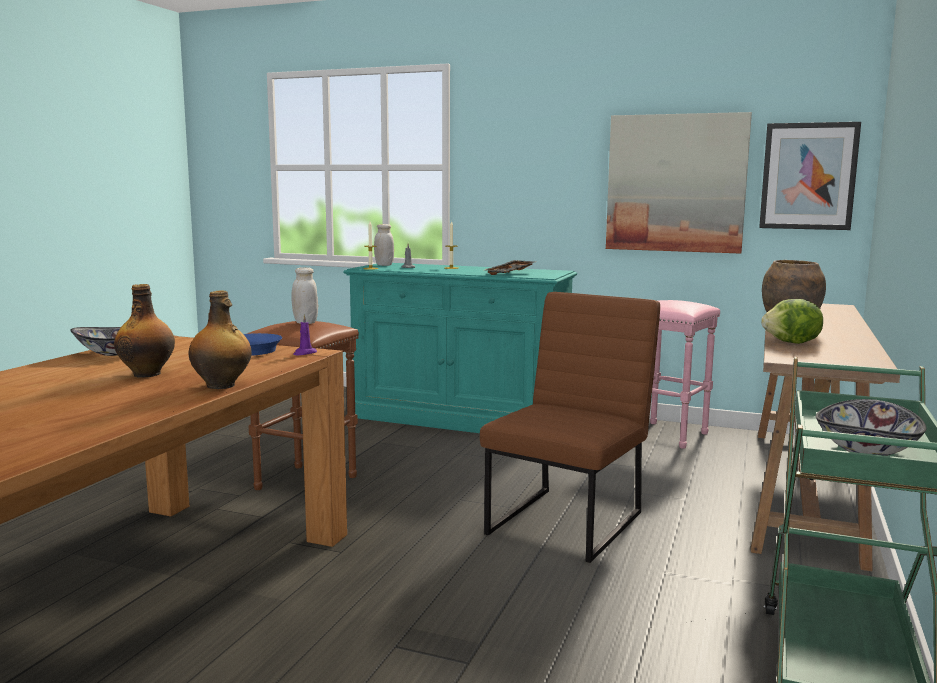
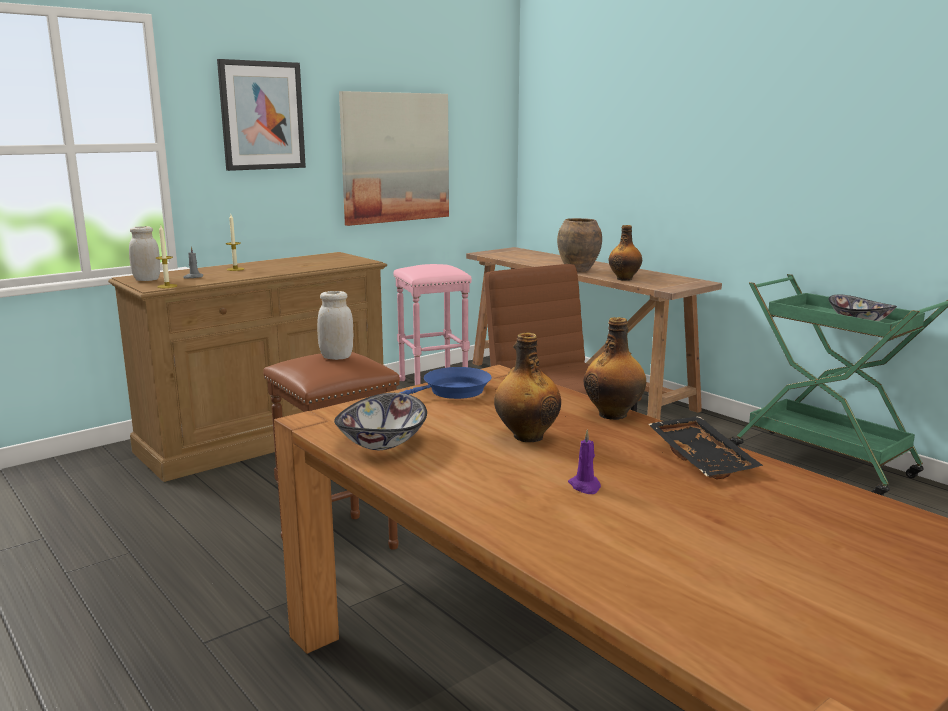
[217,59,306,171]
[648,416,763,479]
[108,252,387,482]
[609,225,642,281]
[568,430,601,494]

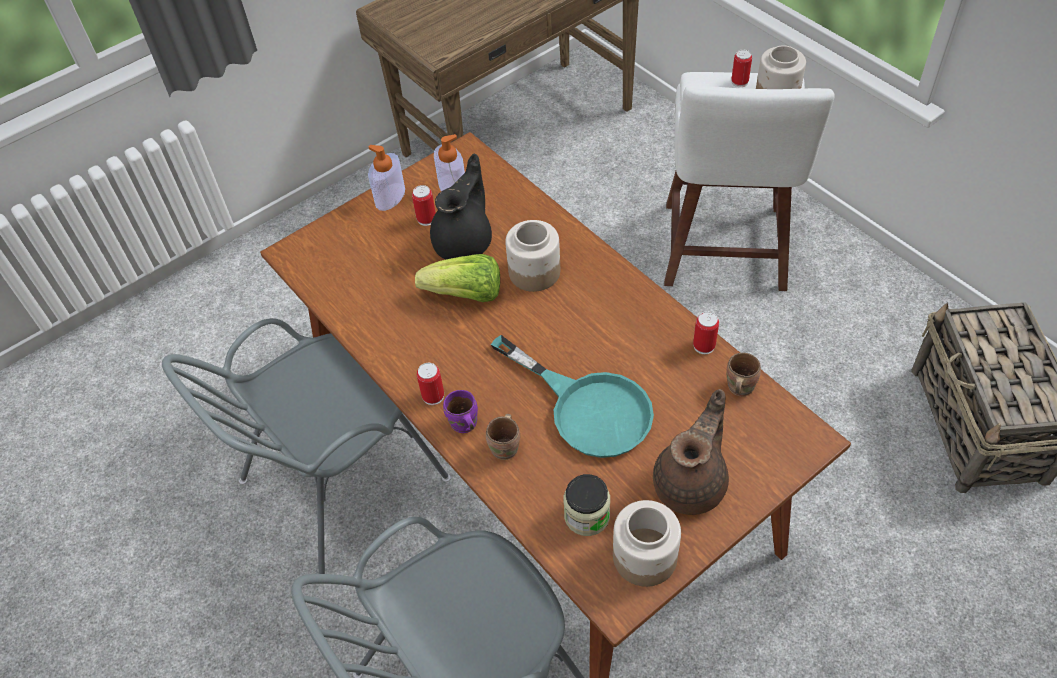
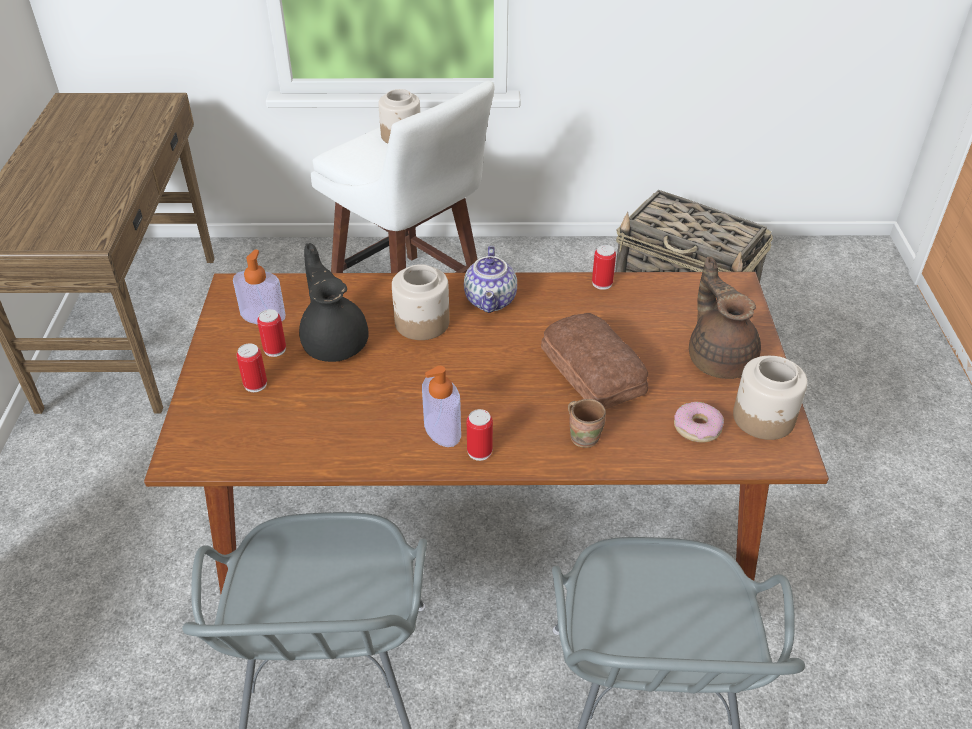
[237,343,267,392]
[422,366,461,447]
[415,254,500,302] (first image)
[541,313,648,409]
[726,353,761,396] (first image)
[443,390,478,433] (first image)
[674,401,724,443]
[464,246,517,313]

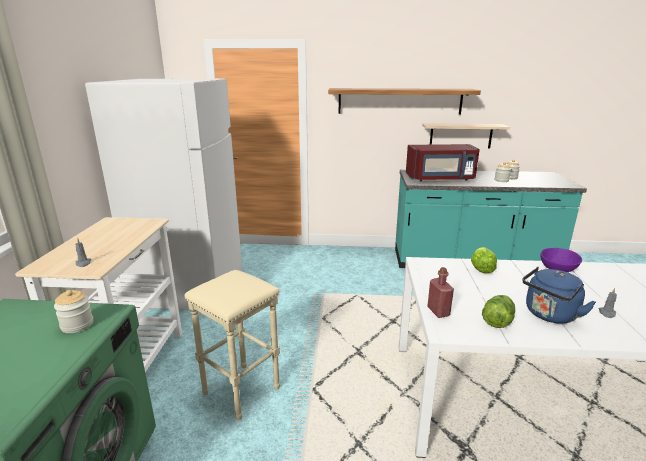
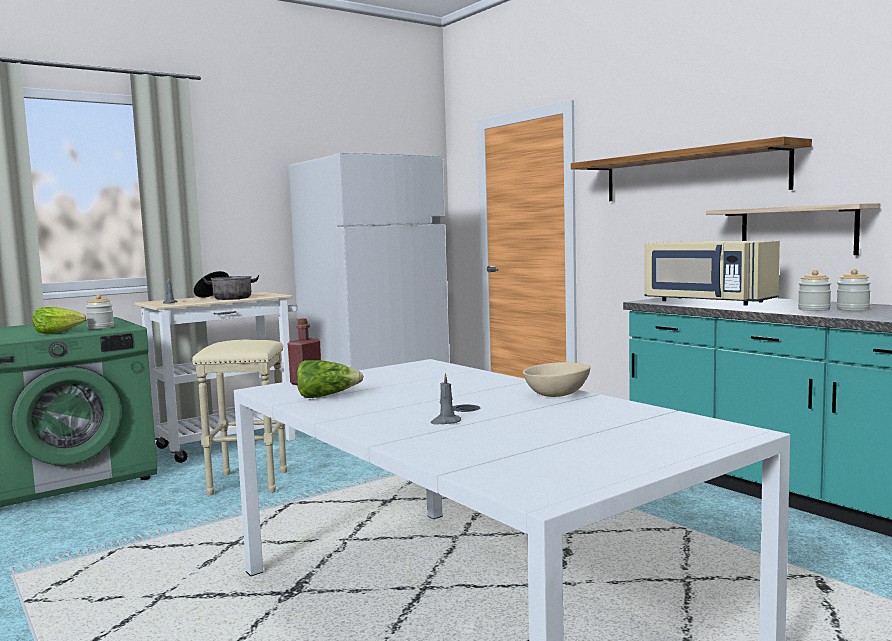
[644,241,780,306]
[33,307,86,334]
[523,362,590,397]
[522,267,596,324] (first image)
[193,271,260,300]

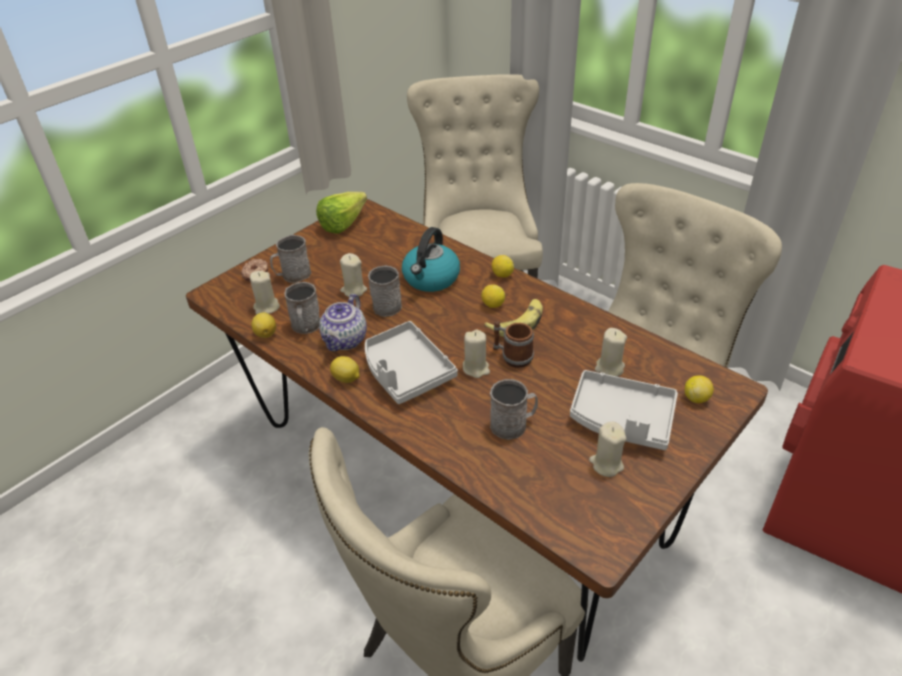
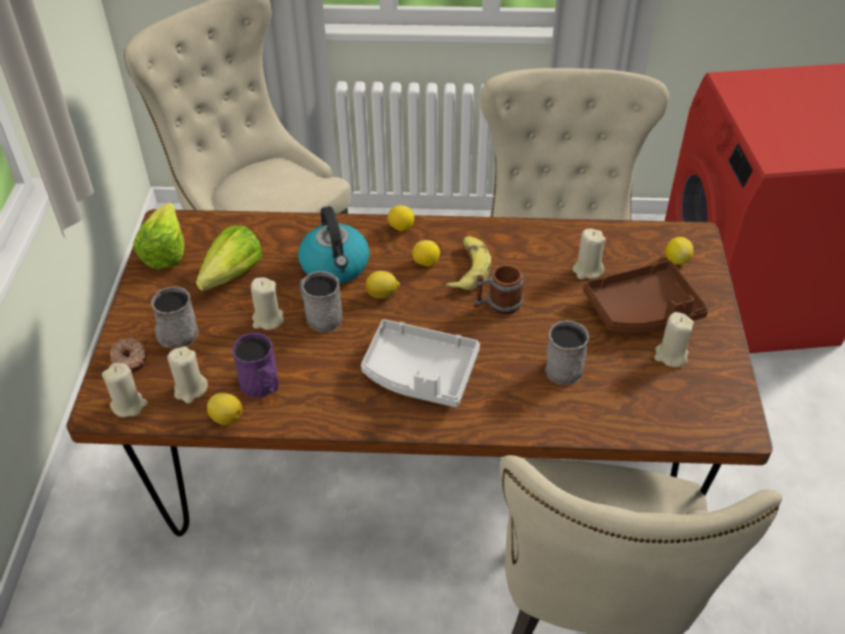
[232,333,279,398]
[319,294,367,351] (first image)
[102,363,148,417]
[366,271,400,298]
[583,260,708,333]
[196,226,262,291]

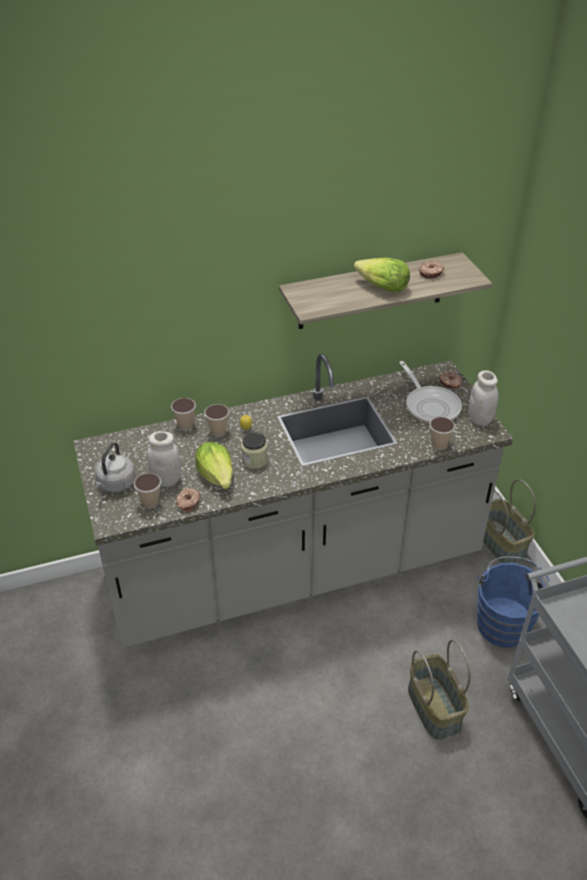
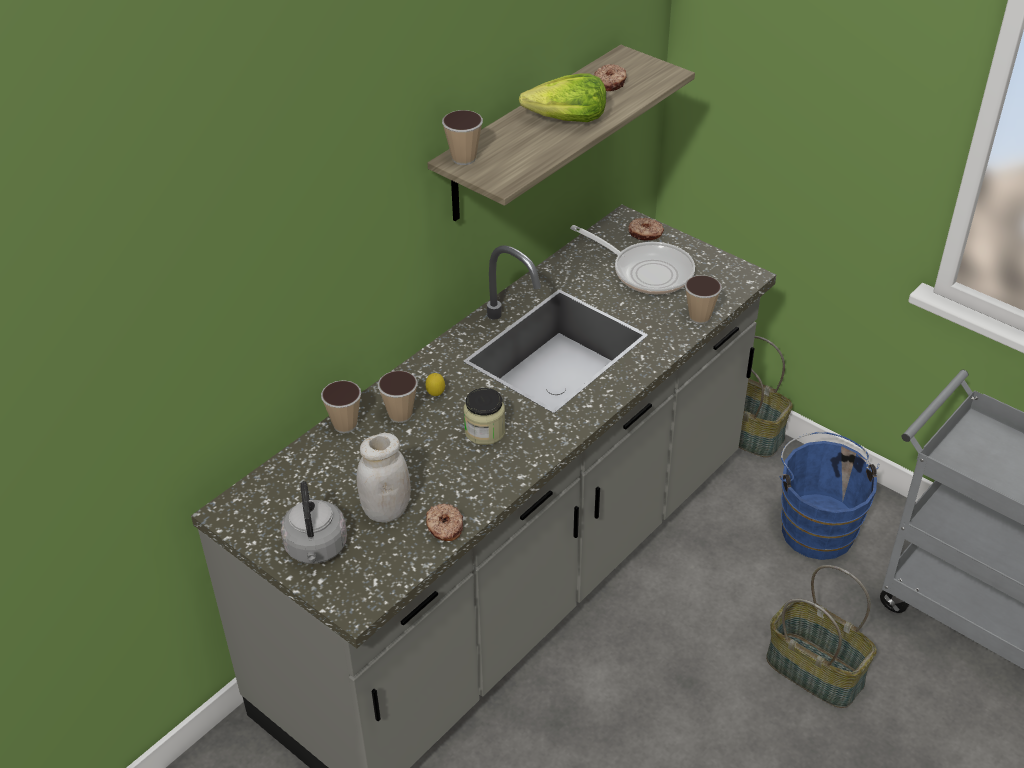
[469,370,498,426] (first image)
[195,442,233,489] (first image)
[442,110,483,165]

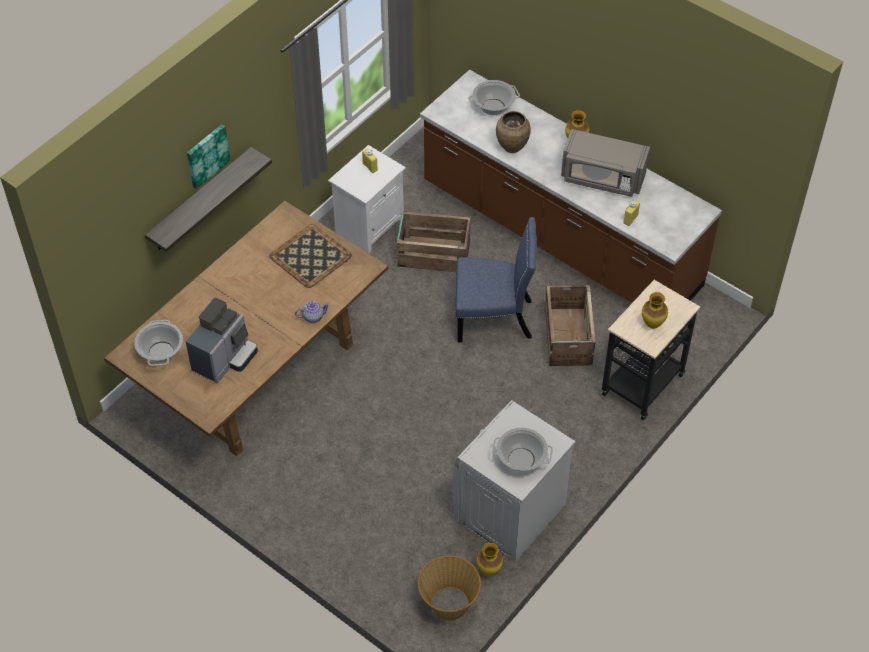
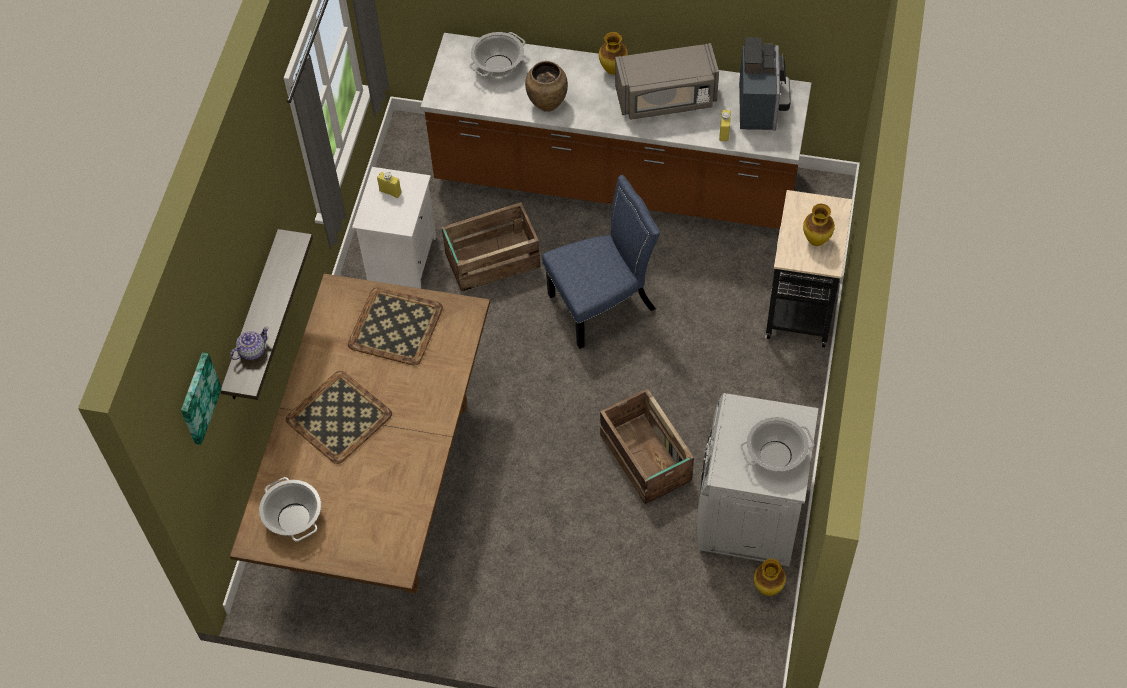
[181,352,222,445]
[600,388,694,504]
[739,38,791,131]
[230,327,269,360]
[418,556,481,621] (first image)
[286,371,392,464]

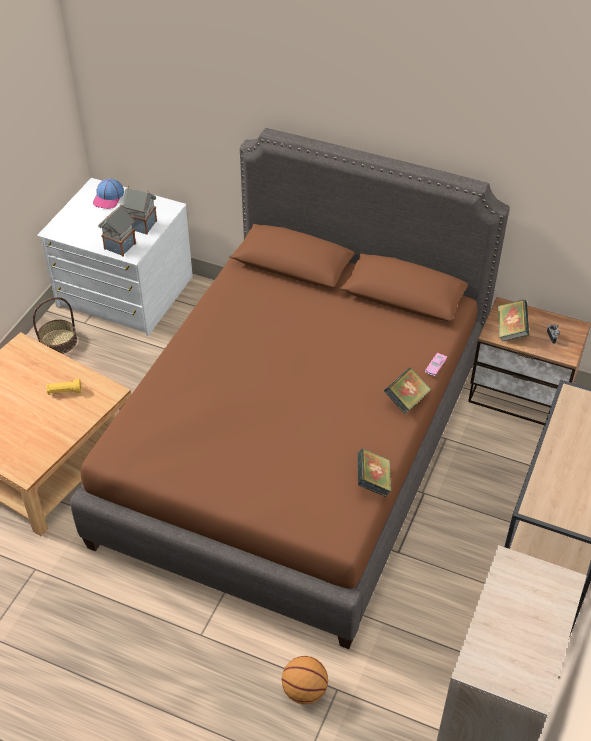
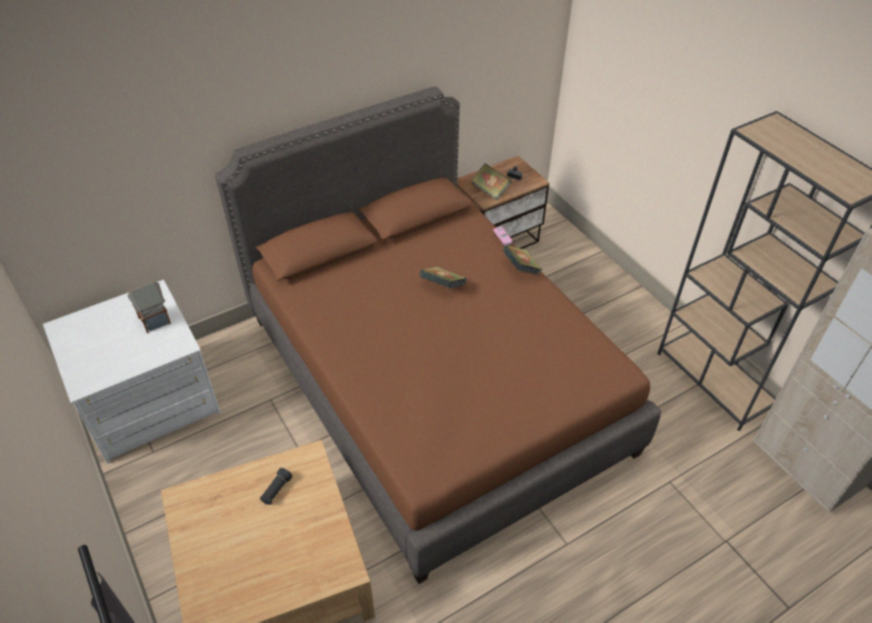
[93,179,124,209] (first image)
[98,204,136,257] (first image)
[33,297,77,354] (first image)
[260,468,292,505]
[419,267,467,288]
[282,656,328,704] (first image)

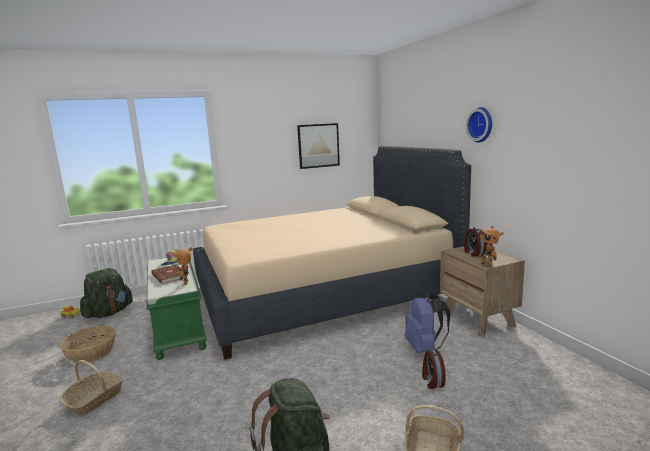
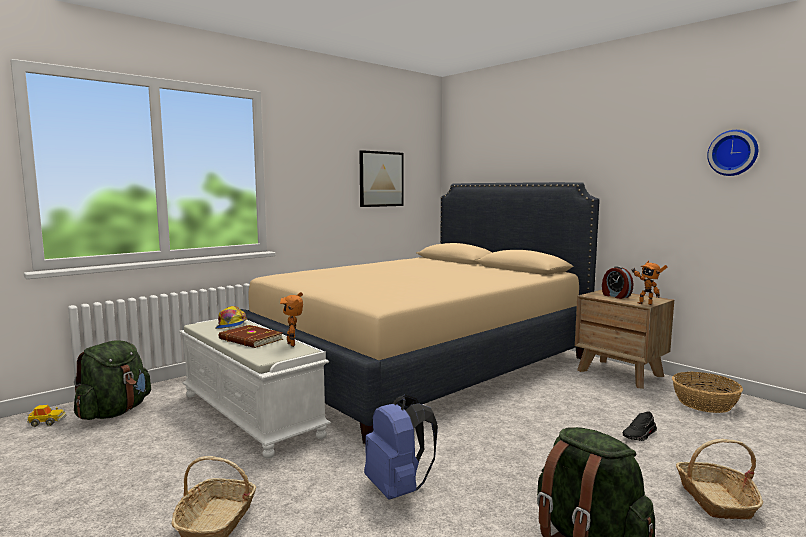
[707,130,758,176]
[179,319,331,459]
[364,395,438,500]
[672,372,743,413]
[622,411,657,441]

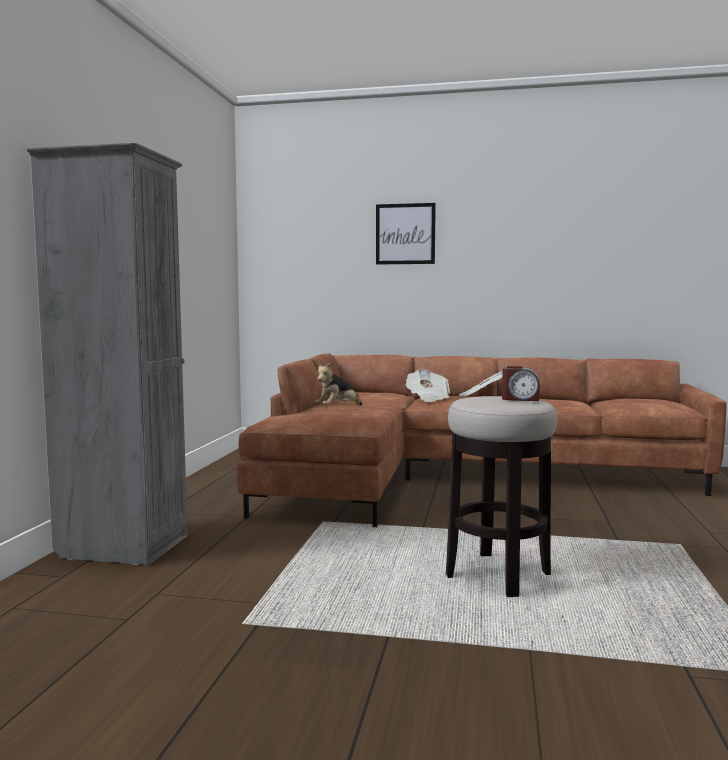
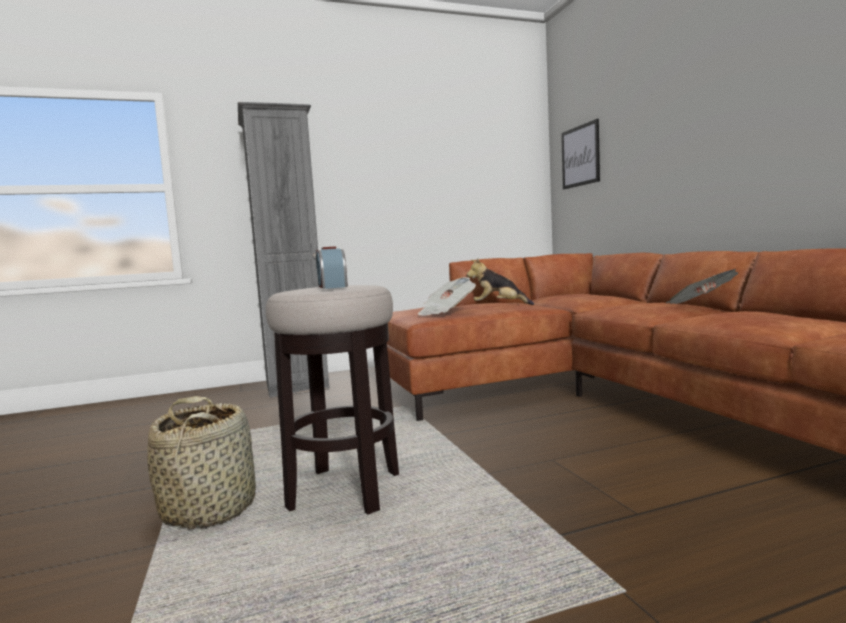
[561,119,600,190]
[418,277,476,316]
[147,396,256,530]

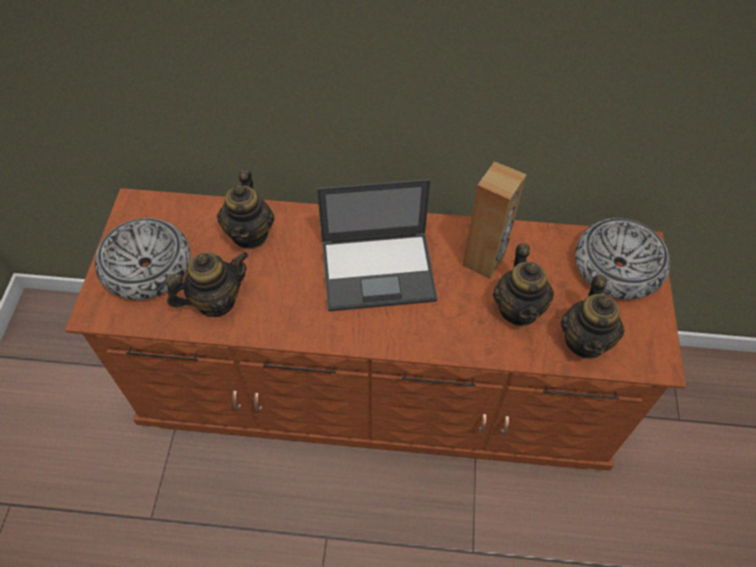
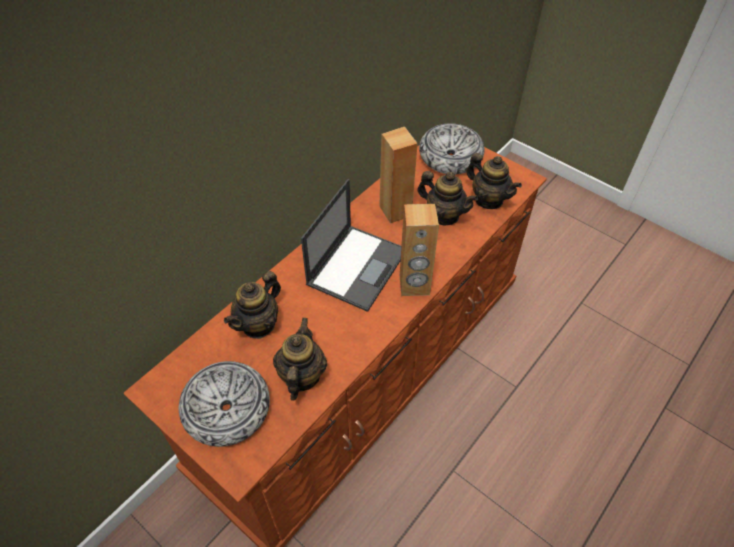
[224,271,281,339]
[400,204,439,296]

